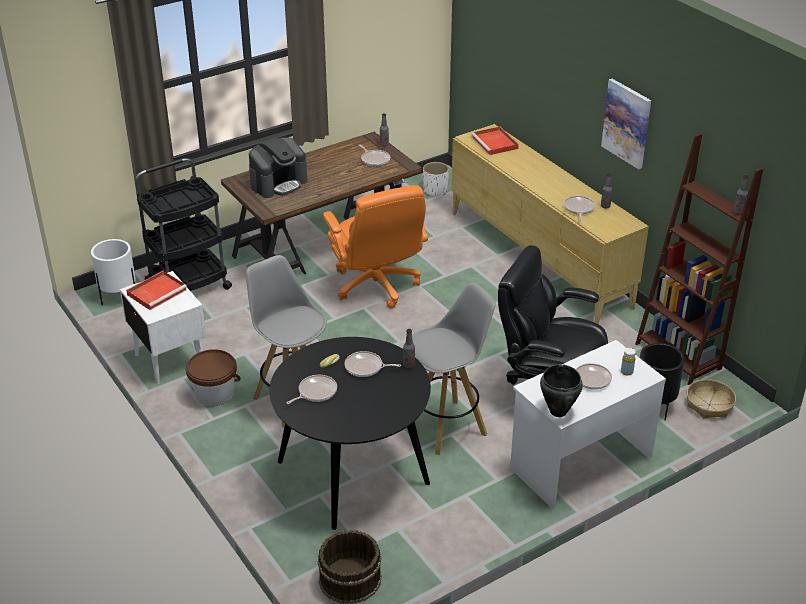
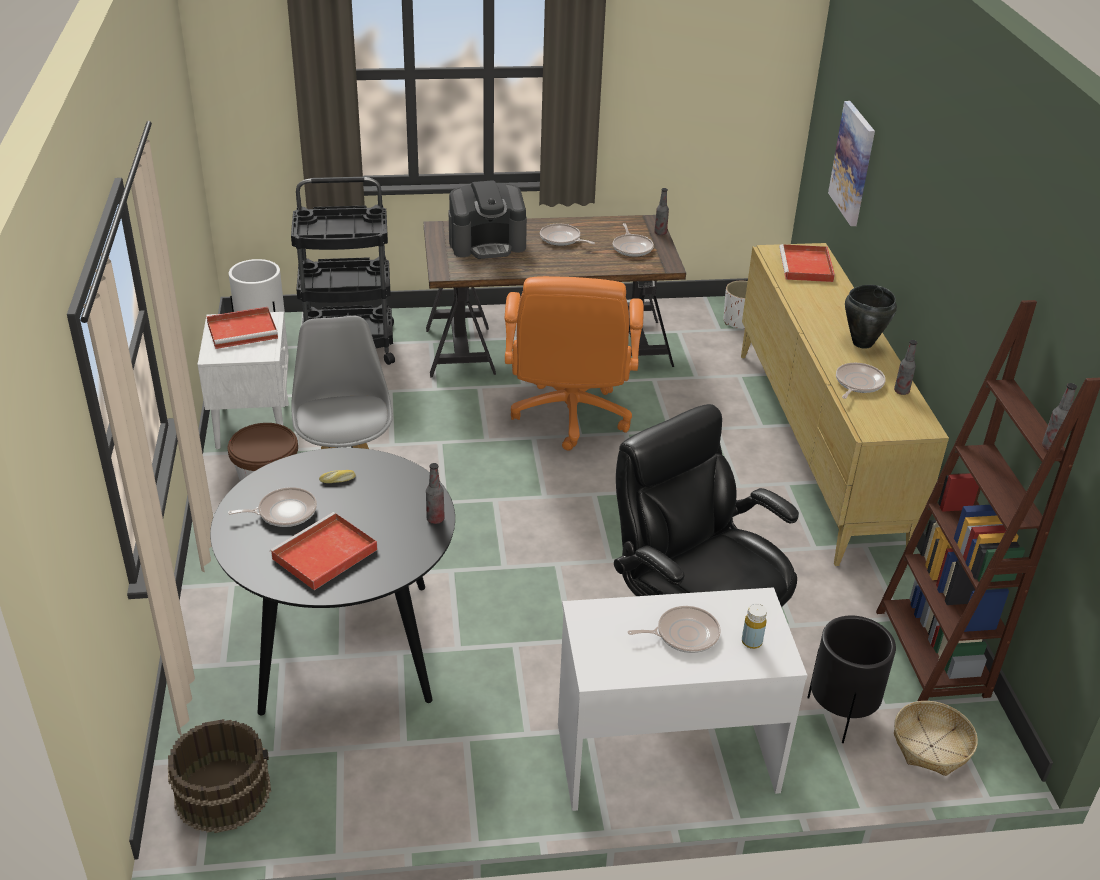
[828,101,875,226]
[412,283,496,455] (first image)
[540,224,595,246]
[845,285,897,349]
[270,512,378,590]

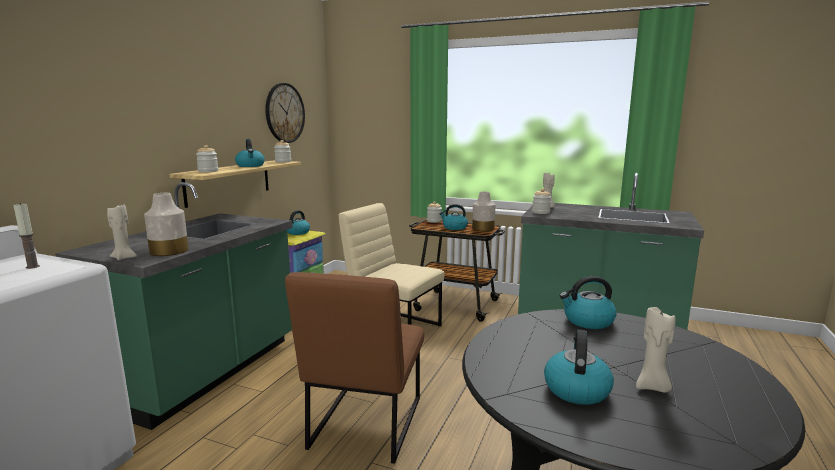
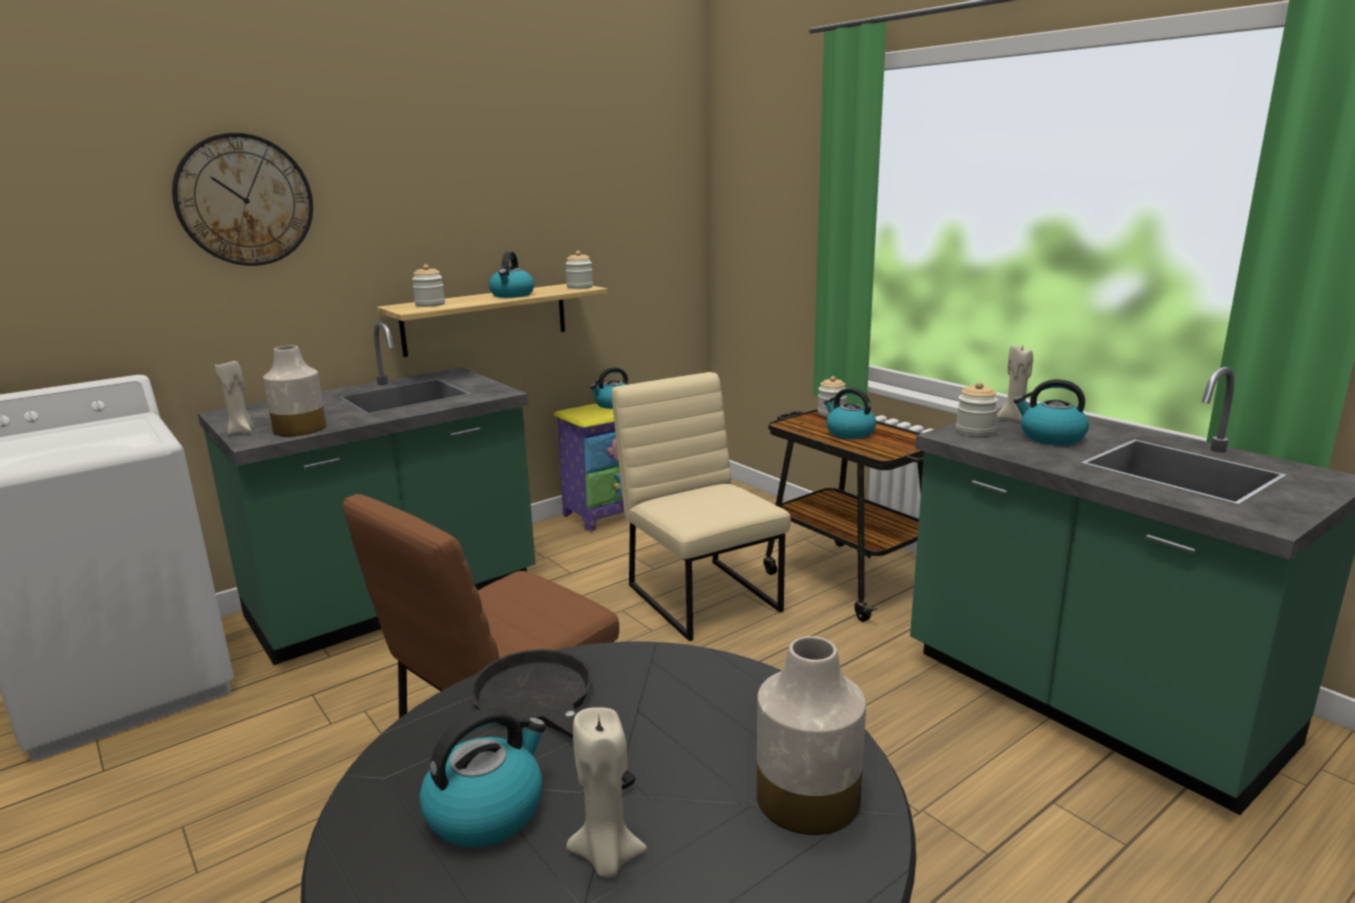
[172,133,313,266]
[756,636,866,835]
[13,204,40,269] (first image)
[1013,379,1089,445]
[470,649,636,790]

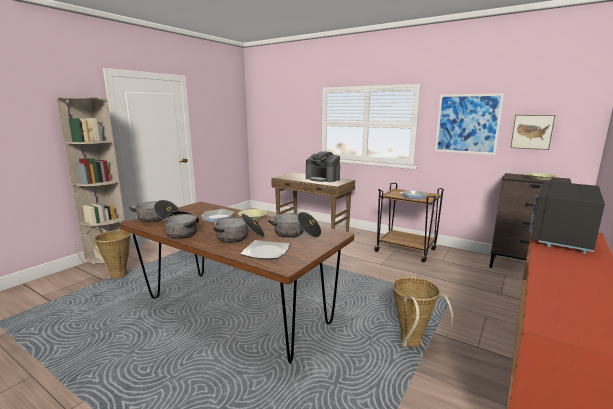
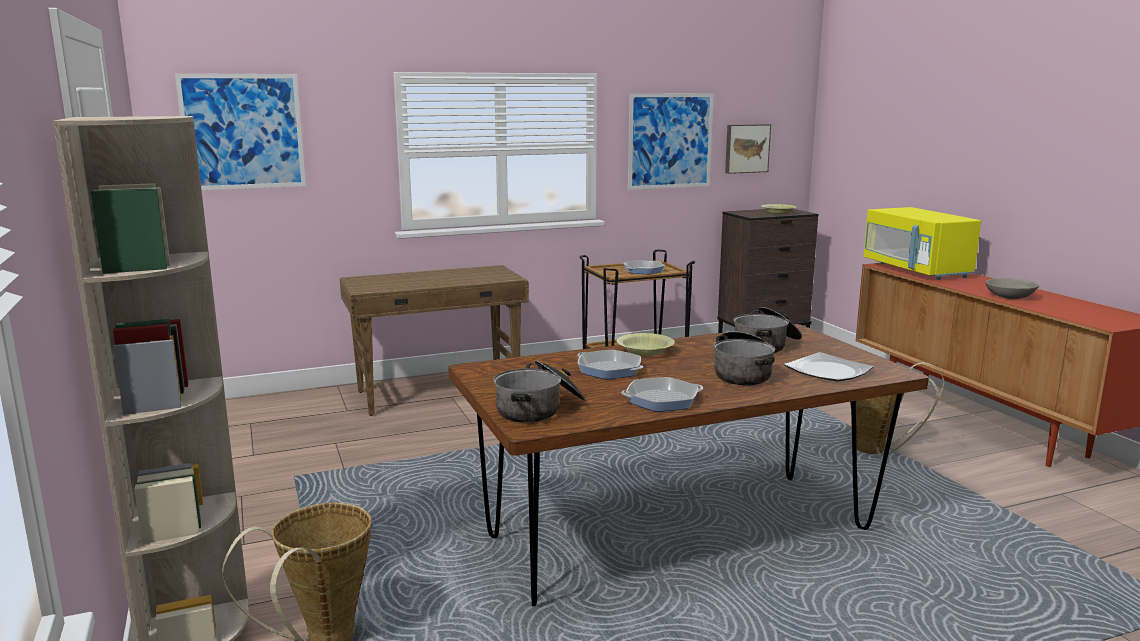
[306,151,340,182] (first image)
[863,207,981,280]
[621,377,703,412]
[175,73,306,190]
[985,278,1039,299]

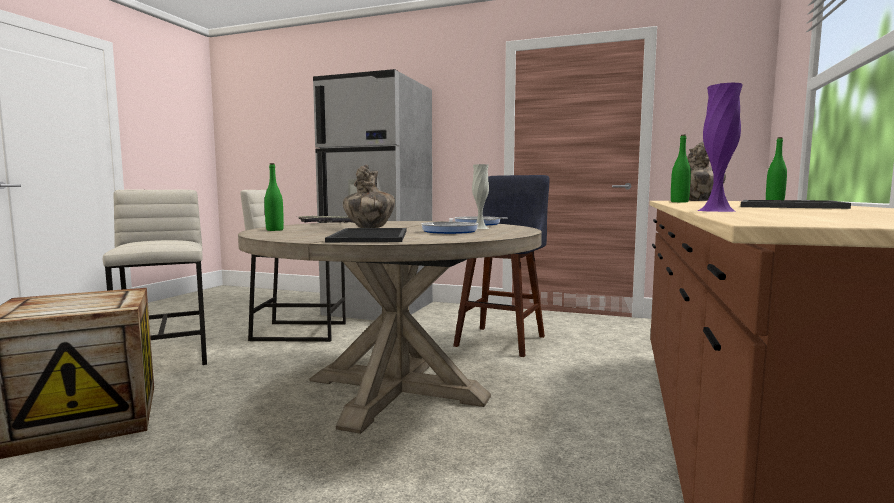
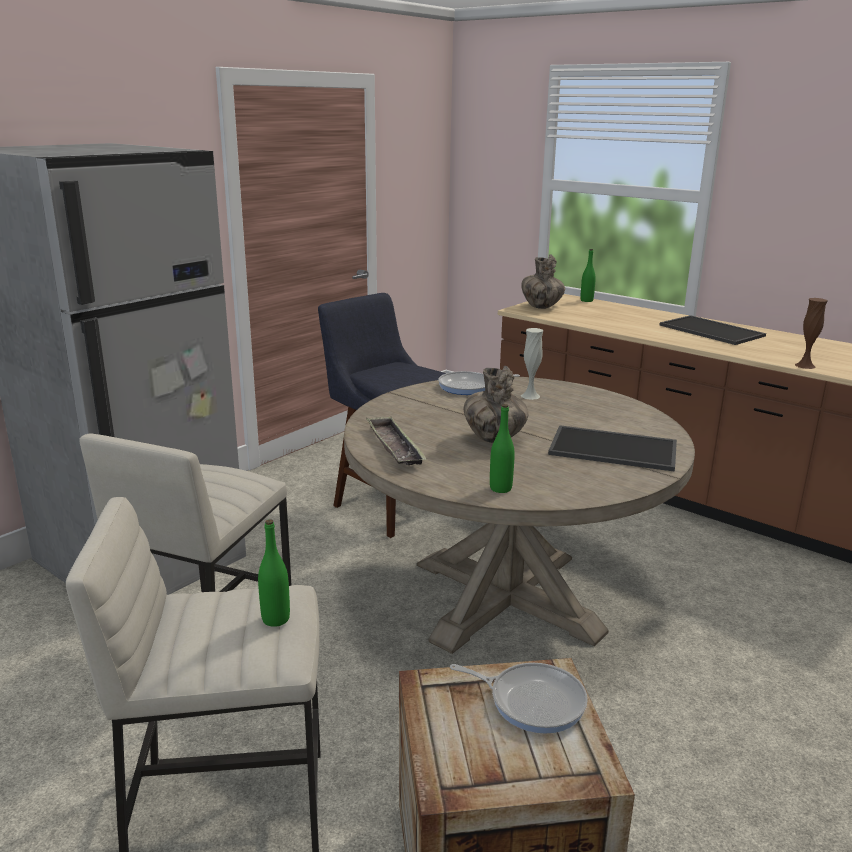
[795,298,827,369]
[258,519,290,627]
[450,663,588,734]

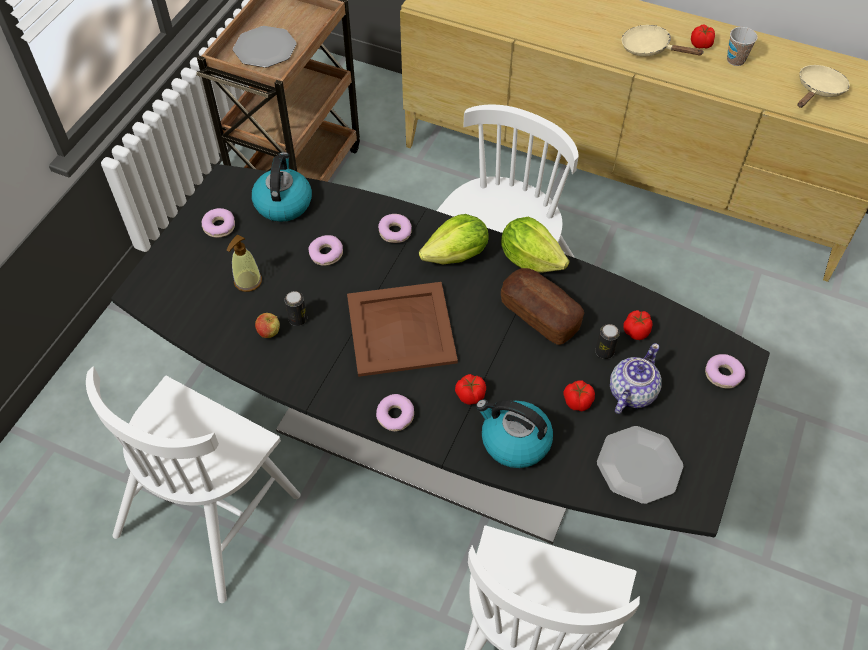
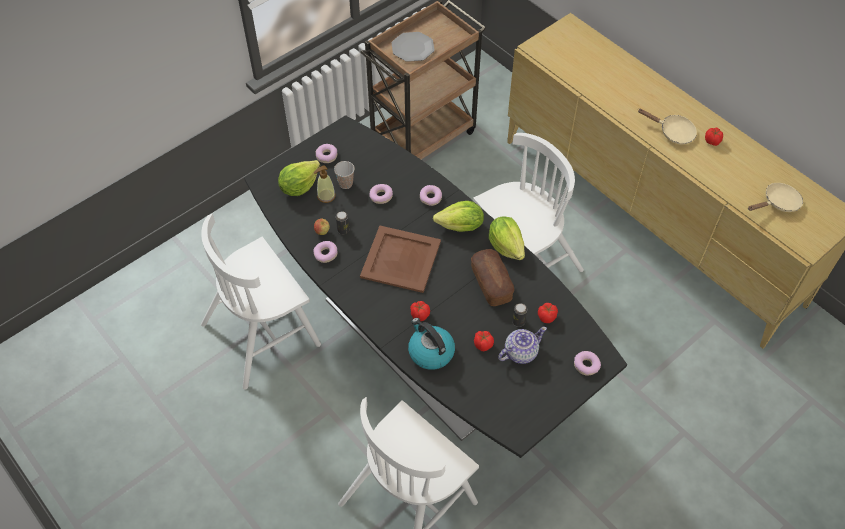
[638,109,697,144]
[334,161,355,189]
[251,152,312,222] (first image)
[313,241,338,263]
[597,426,684,504] (first image)
[278,160,320,196]

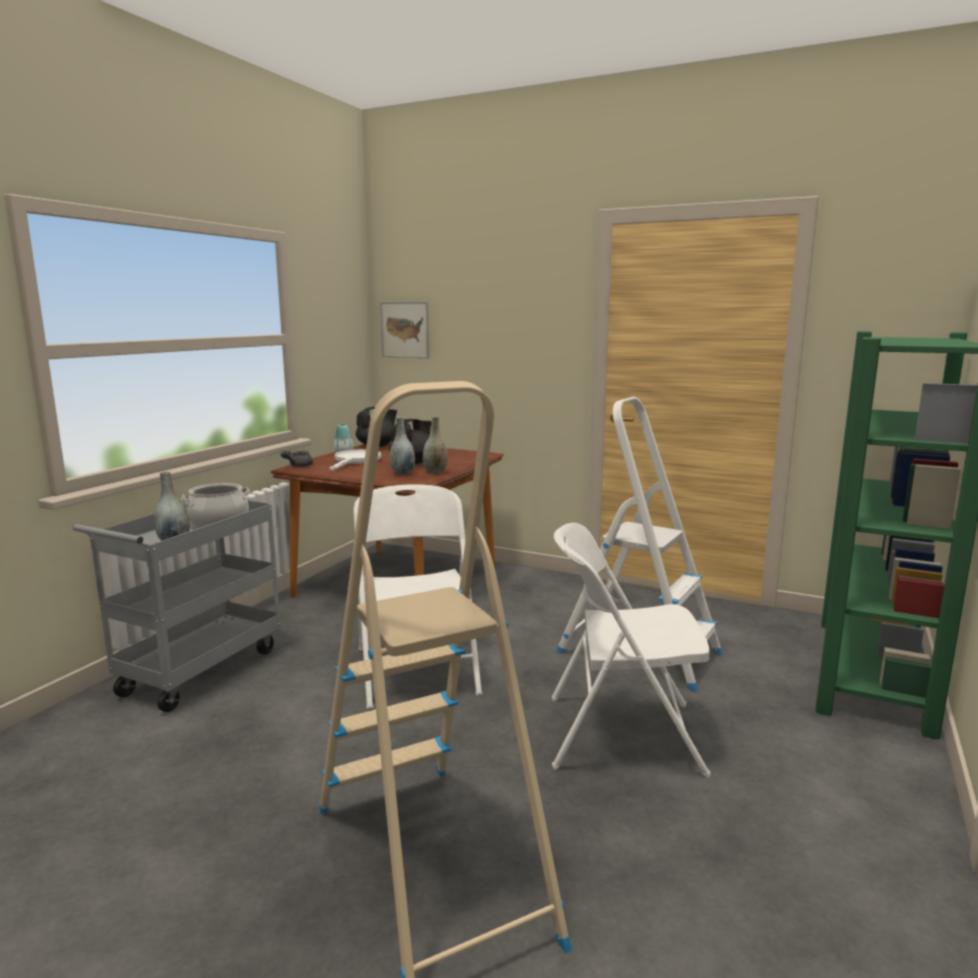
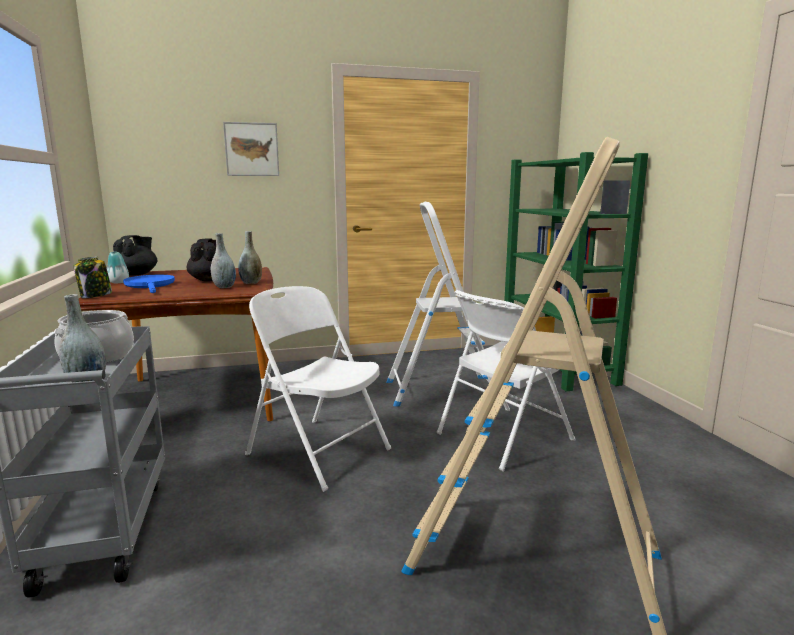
[223,122,279,176]
[123,275,175,293]
[74,257,112,298]

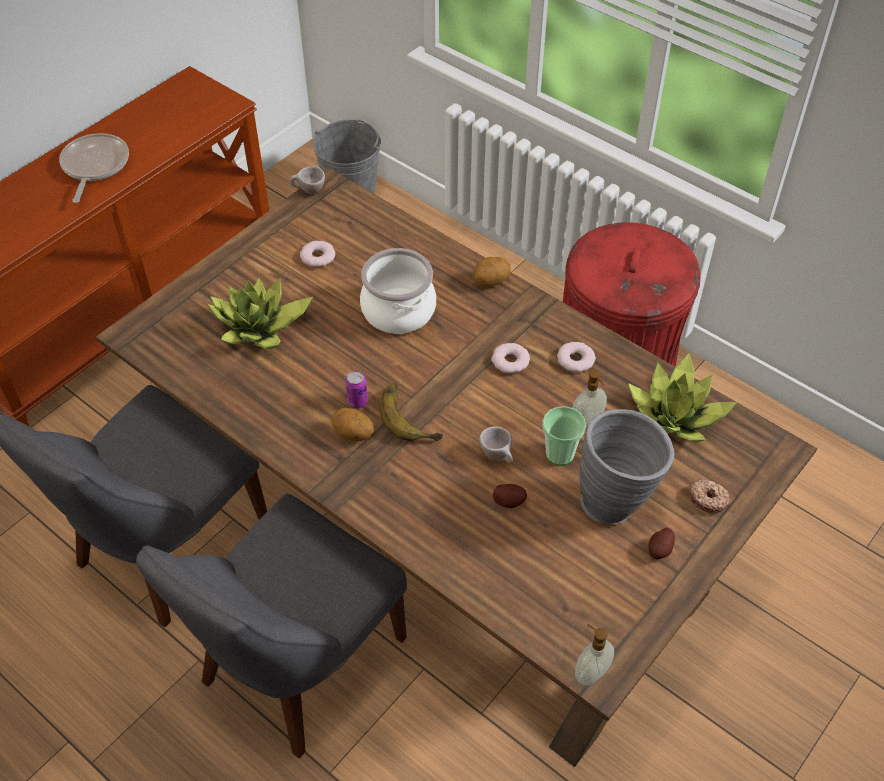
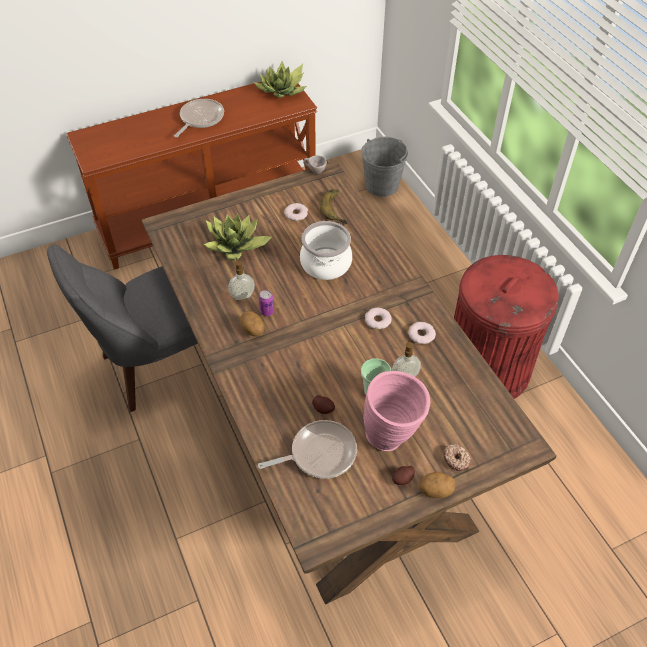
[419,472,456,498]
[254,61,307,98]
[320,189,348,224]
[364,371,430,451]
[479,426,513,463] (first image)
[136,494,407,758] (first image)
[228,258,255,300]
[258,420,357,479]

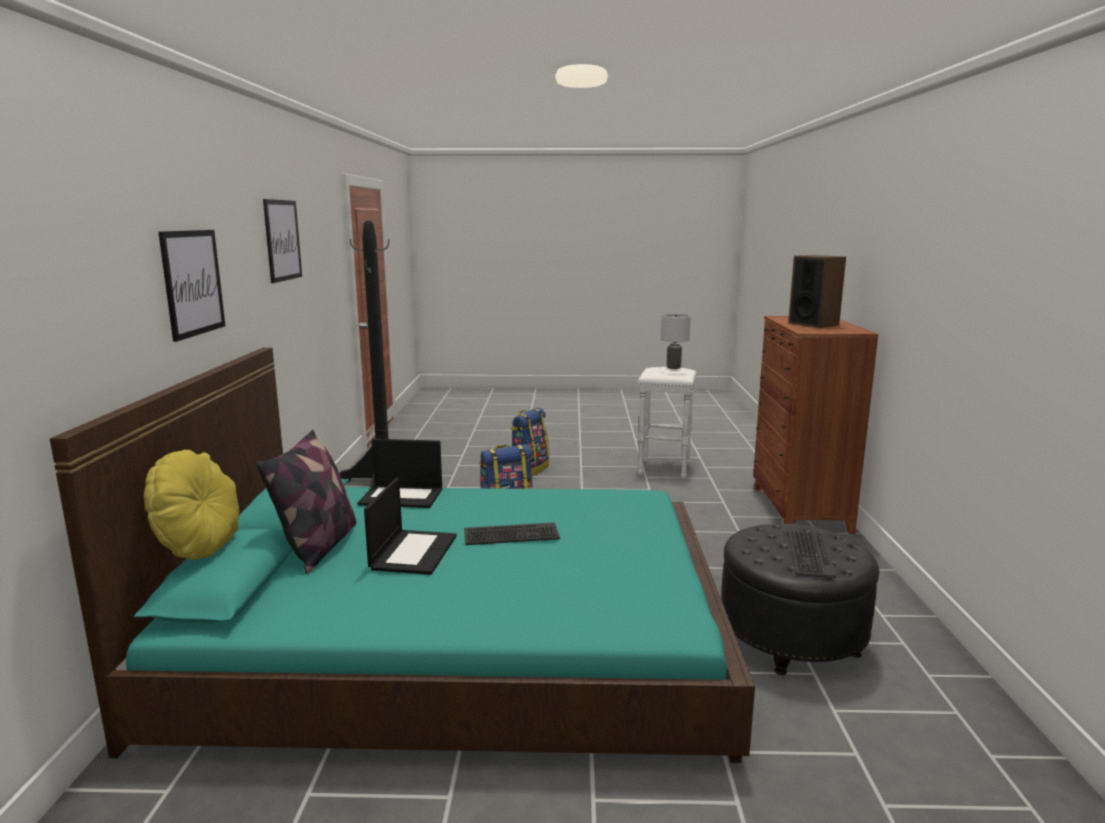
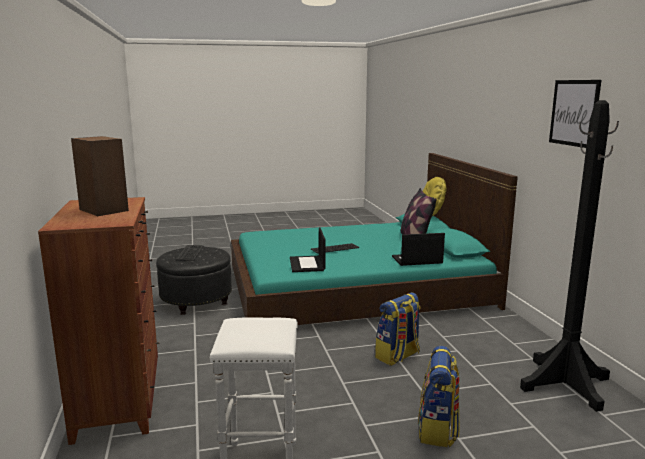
[158,230,225,342] (first image)
[661,313,691,369] (first image)
[290,228,326,272]

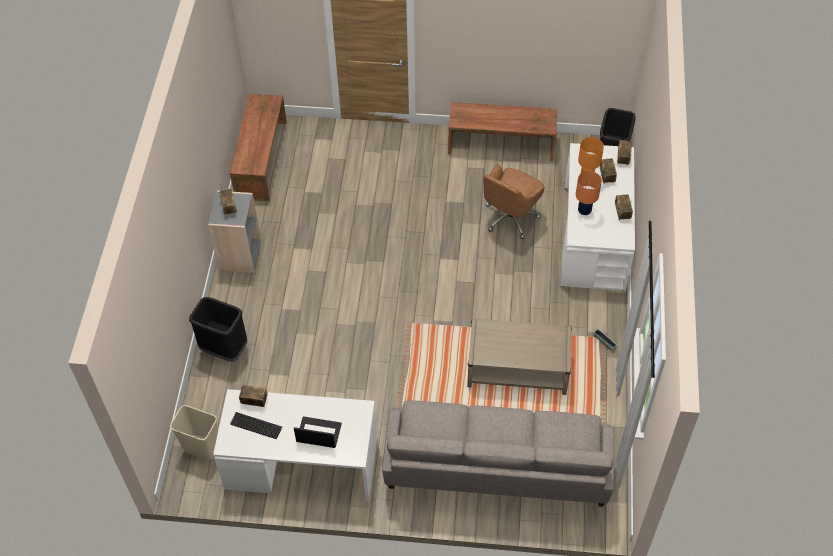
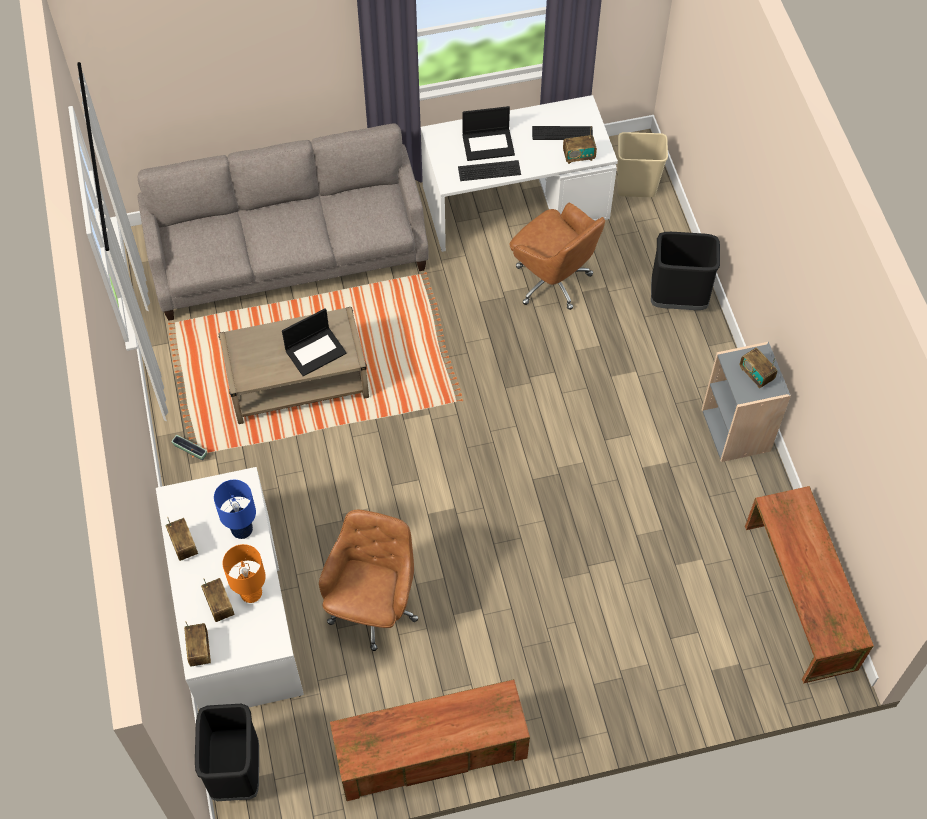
[214,480,256,539]
[458,160,521,181]
[510,203,605,310]
[282,308,347,376]

